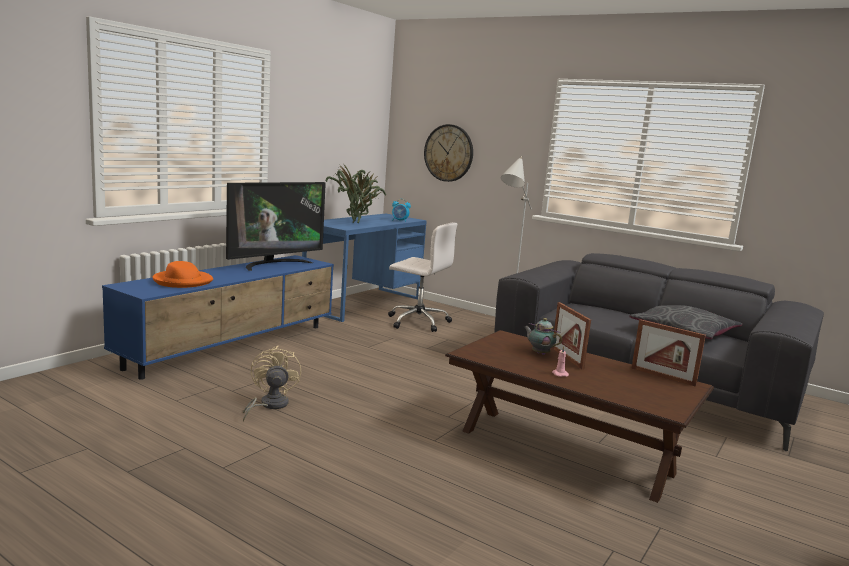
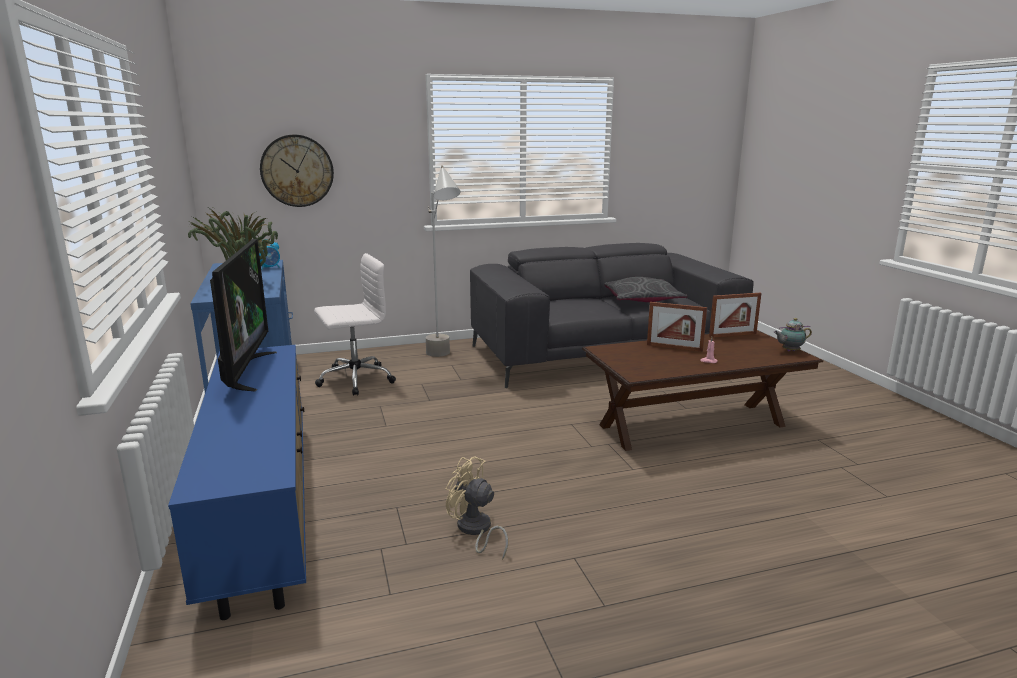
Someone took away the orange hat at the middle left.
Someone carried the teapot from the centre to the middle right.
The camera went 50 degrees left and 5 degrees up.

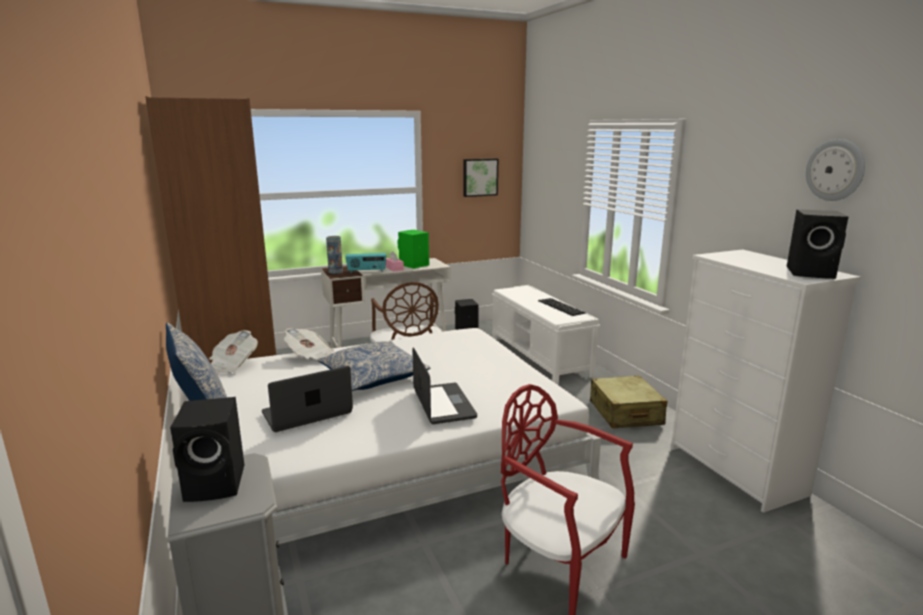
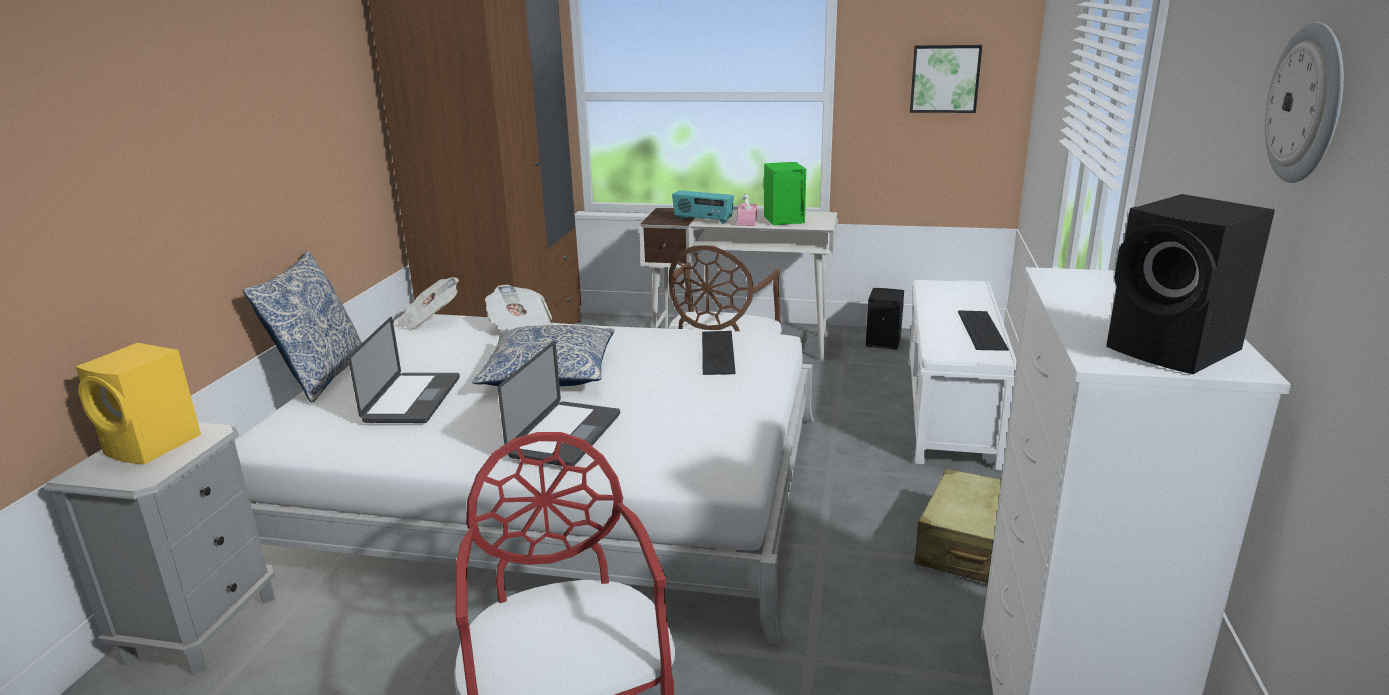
Someone took away the vase at the centre.
Someone rotated the laptop (no. 1 from left) at the middle left by 90 degrees clockwise.
Someone repainted the black speaker (no. 1 from left) at the bottom left, which became the yellow speaker at the middle left.
Someone put down the keyboard (no. 1 from left) at the centre.
The camera went 35 degrees right and 5 degrees up.

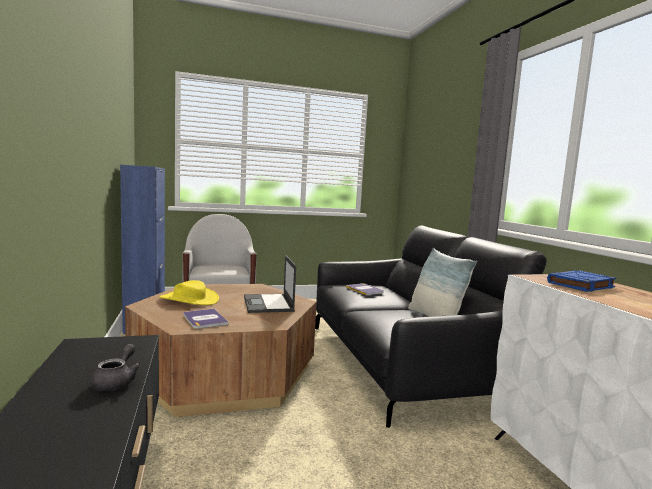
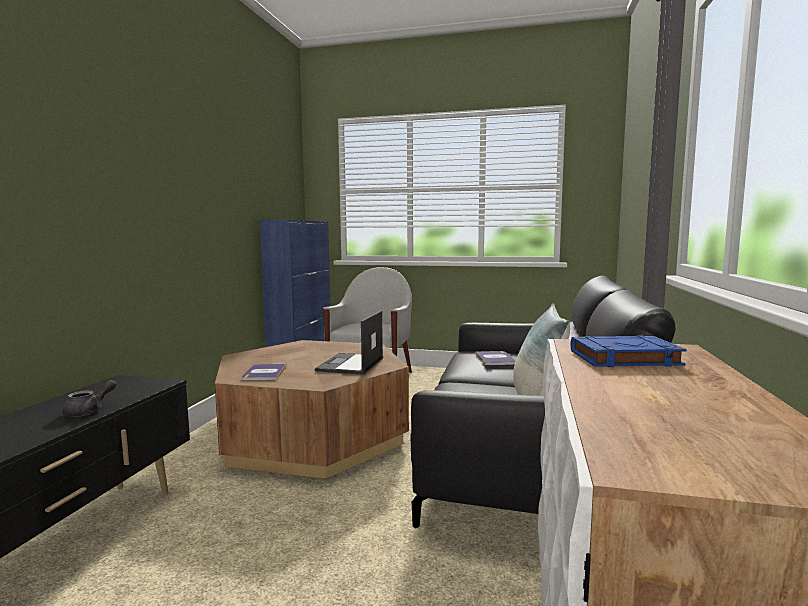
Someone took away the yellow hat at the middle left.
The camera went 30 degrees right and 0 degrees up.

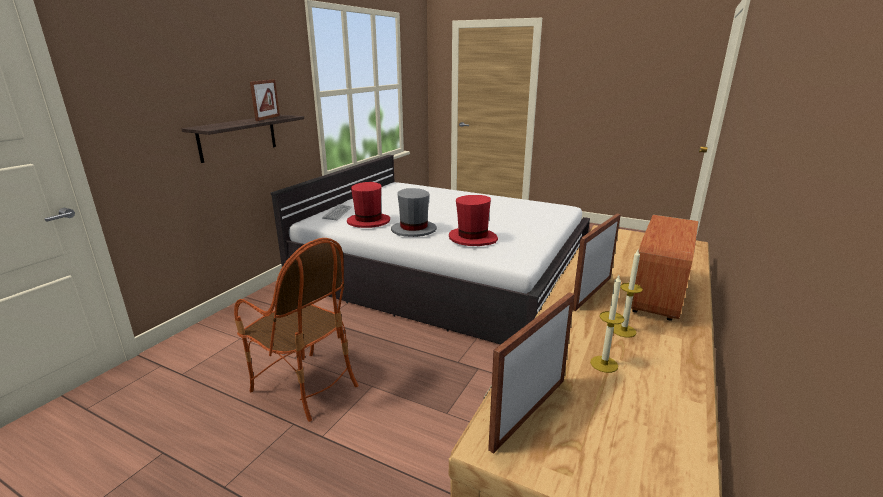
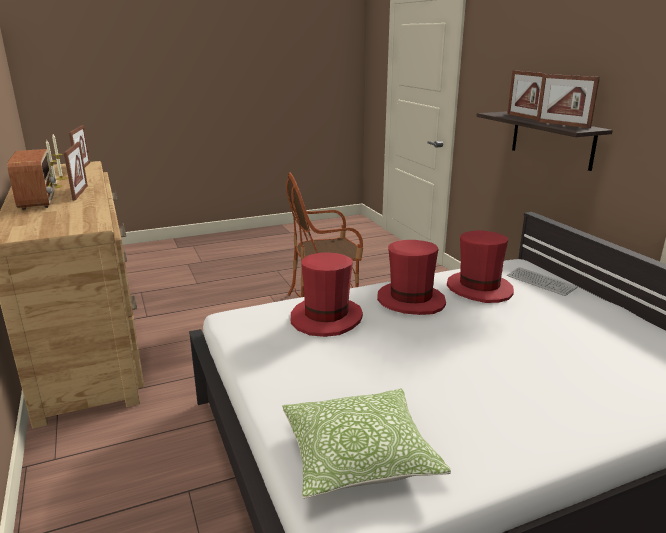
Someone repainted the grey hat at the centre, which became the red hat (no. 2 from left) at the centre.
Someone put down the picture frame (no. 3 from left) at the top right.
Someone put down the pillow at the bottom centre.
The camera went 130 degrees right and 0 degrees up.

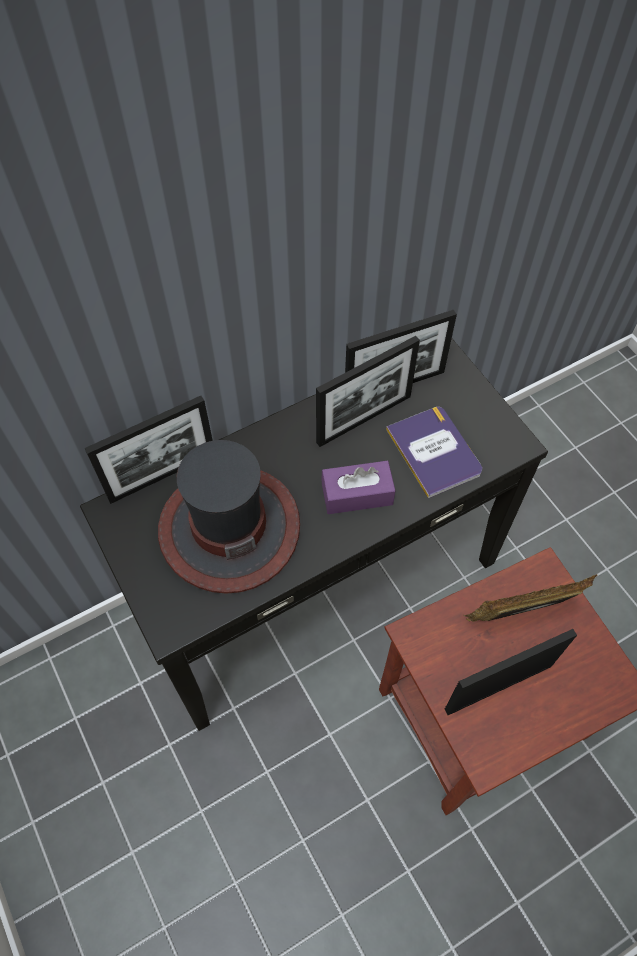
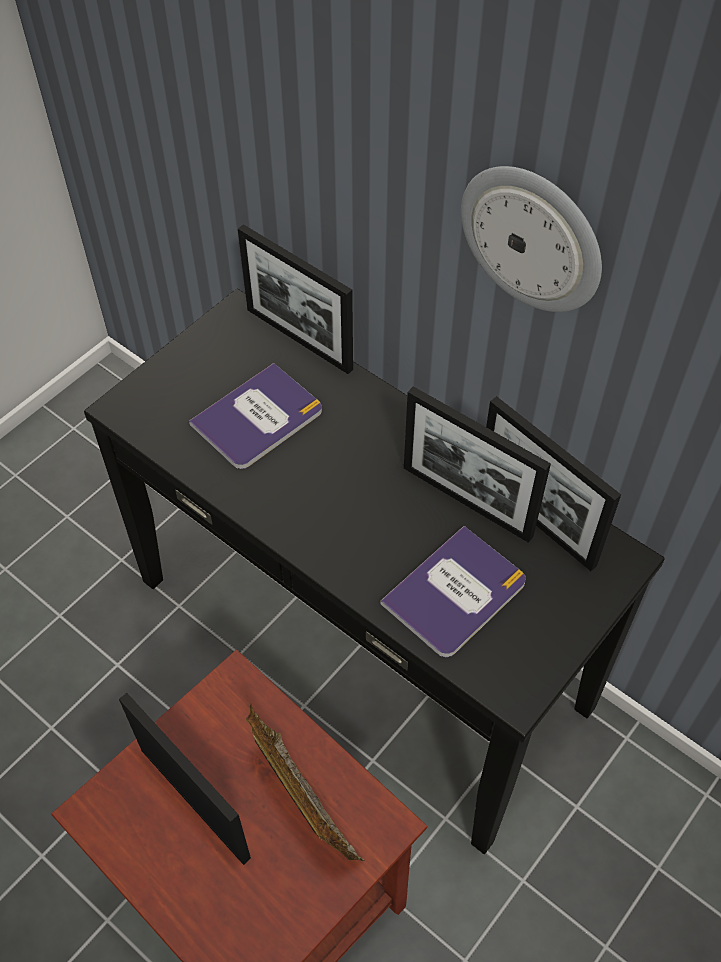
Someone swapped the hat at the centre for the book (no. 1 from left) at the centre.
Someone took away the purple tissue box at the centre.
Someone put up the wall clock at the top right.
The camera went 70 degrees right and 5 degrees down.

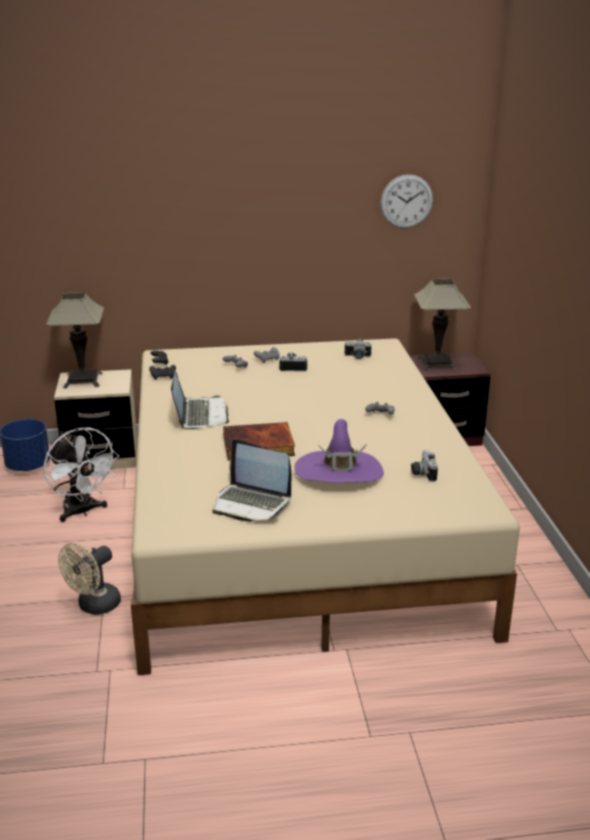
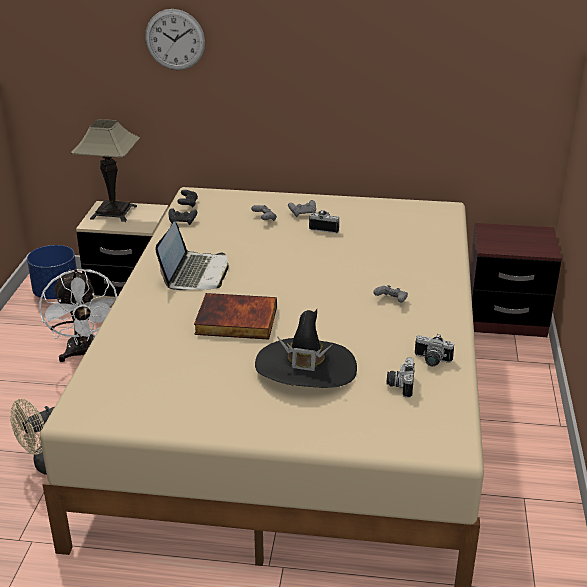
Someone carried the wall clock from the top right to the top left.
Someone took away the table lamp (no. 2 from left) at the middle right.
Someone carried the photo camera (no. 2 from left in the first image) from the centre to the middle right.
Someone repainted the purple hat at the centre, which became the black hat at the centre.
Someone took away the laptop (no. 2 from left) at the centre.
The camera went 15 degrees right and 5 degrees up.

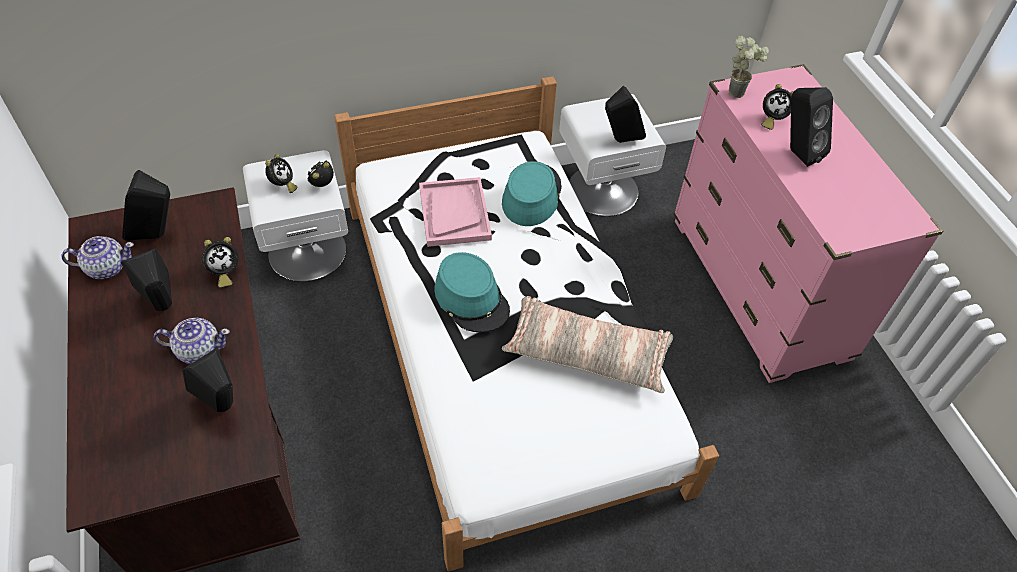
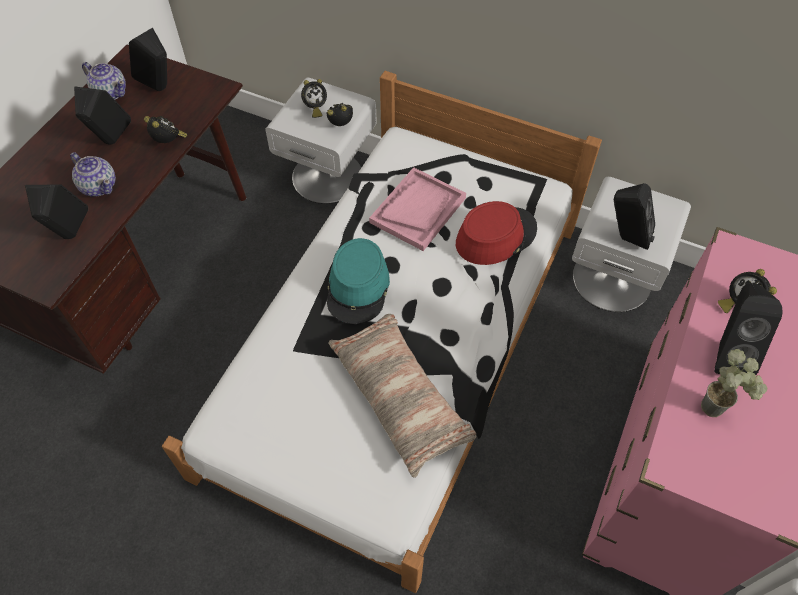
Someone carried the potted plant from the top right to the middle right.
Someone repainted the turquoise hat (no. 2 from left) at the centre, which became the red hat at the centre.
Someone rotated the alarm clock (no. 1 from left) at the middle left by 150 degrees counterclockwise.
The camera went 45 degrees right and 5 degrees up.

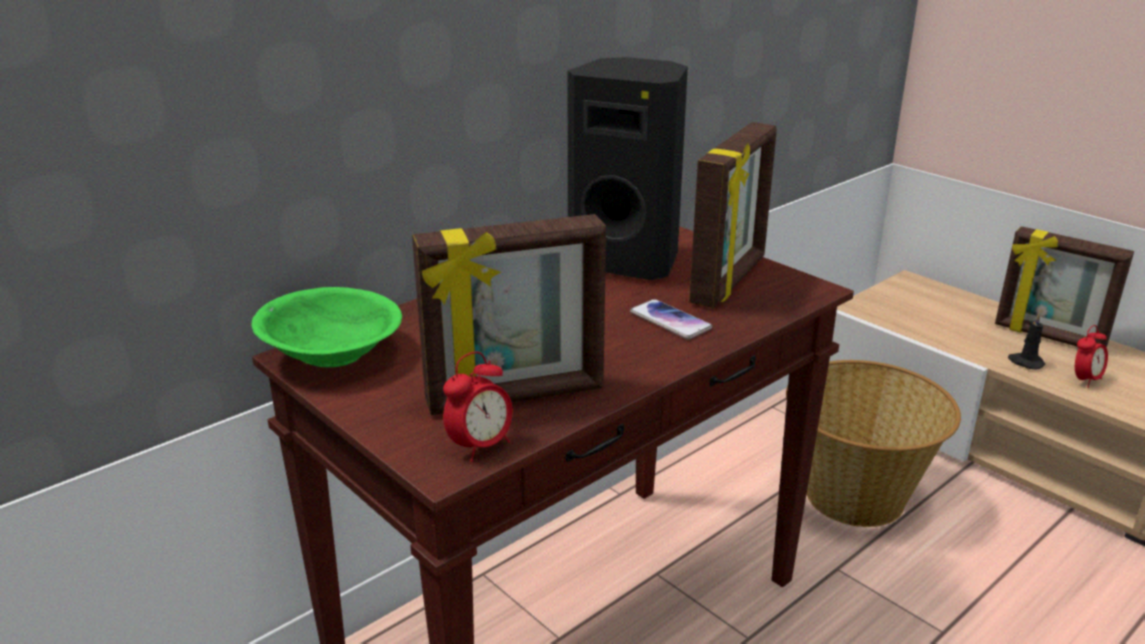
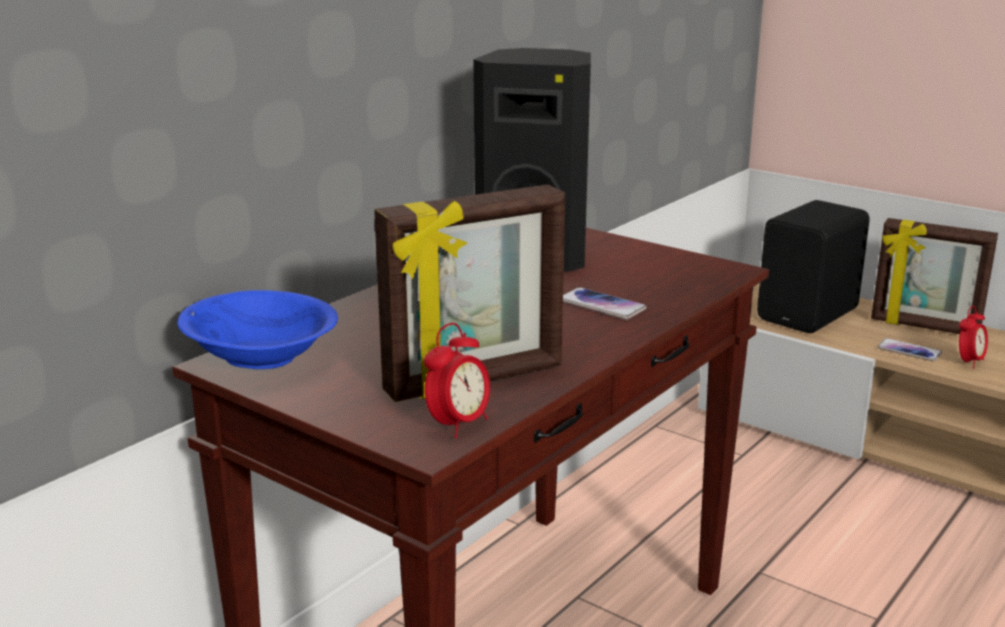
Someone took away the picture frame (no. 2 from left) at the centre.
Someone repainted the green bowl at the middle left, which became the blue bowl at the middle left.
Someone swapped the black candle at the middle right for the phone (no. 2 from left) at the middle right.
Someone took away the basket at the bottom right.
Someone put down the black speaker (no. 2 from left) at the middle right.
The camera went 10 degrees left and 5 degrees down.

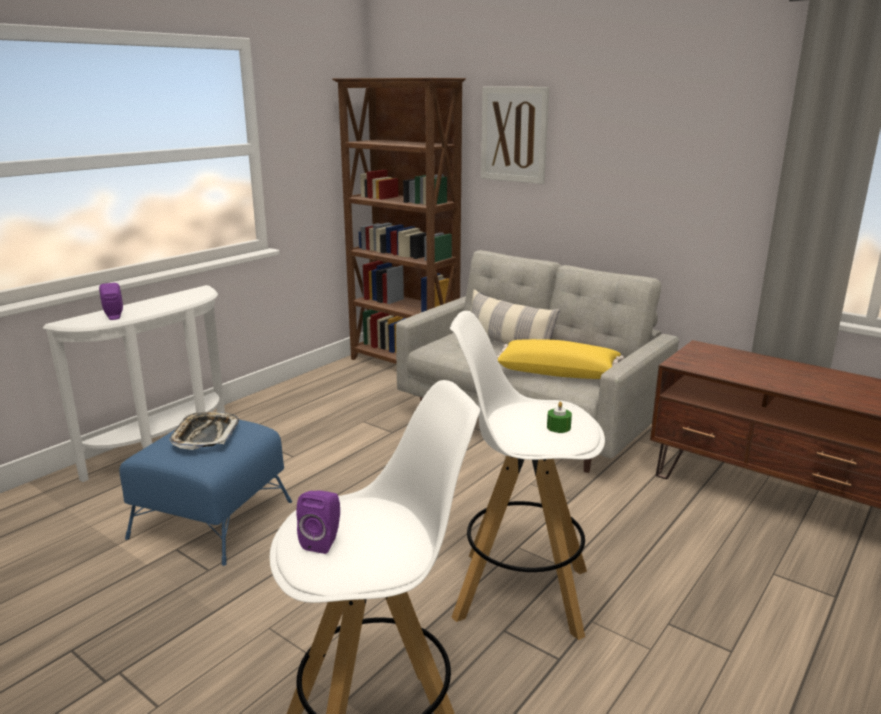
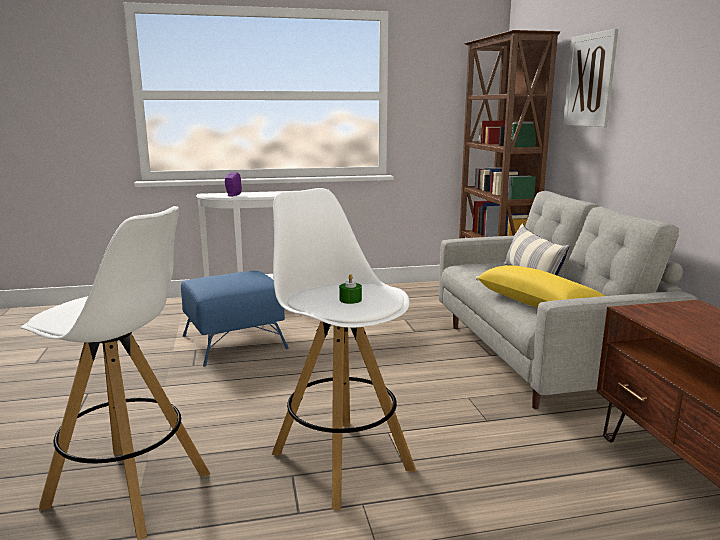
Someone took away the tray at the middle left.
Someone took away the purple speaker (no. 2 from left) at the bottom centre.
The camera went 40 degrees right and 5 degrees down.

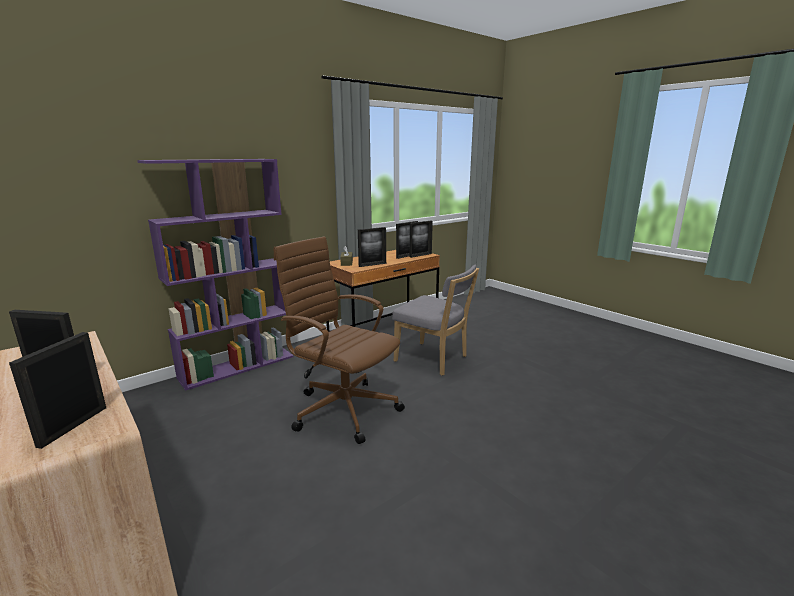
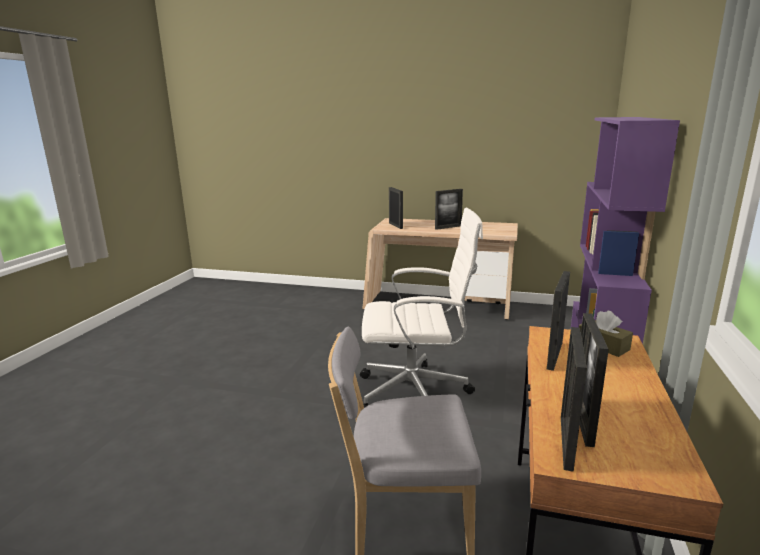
Someone repainted the brown office chair at the centre, which became the white office chair at the centre.
The camera went 145 degrees right and 0 degrees up.

